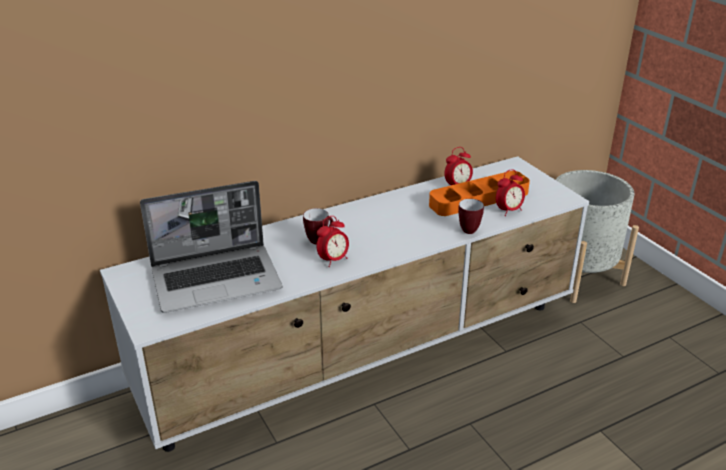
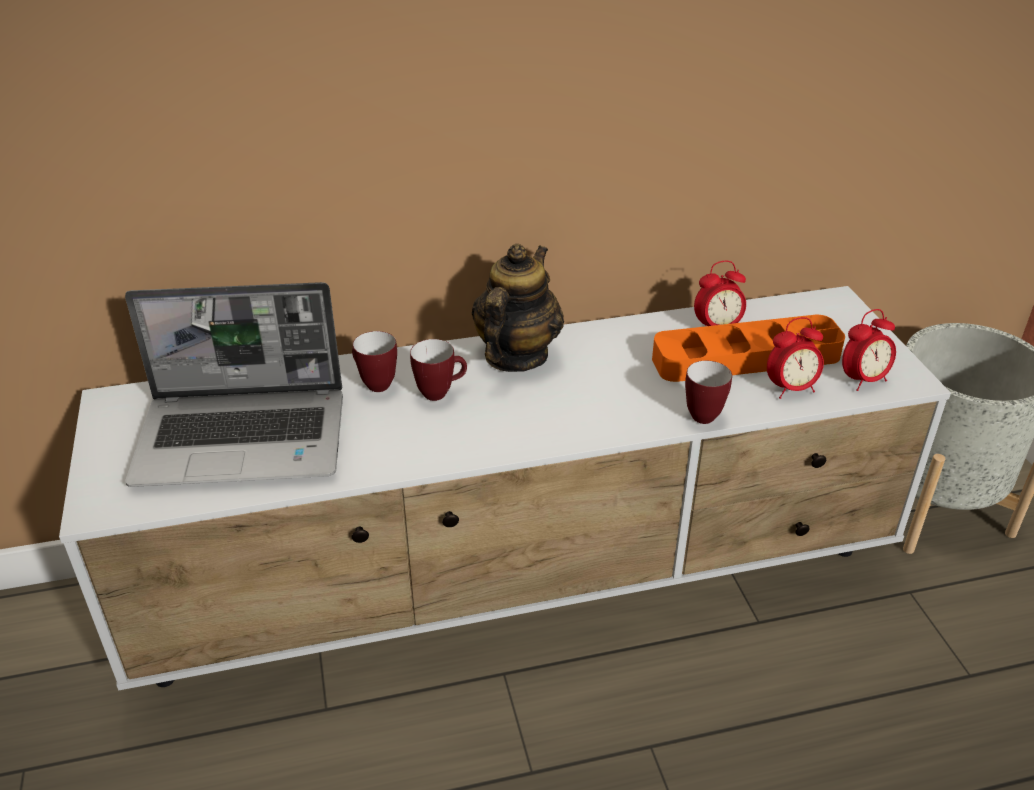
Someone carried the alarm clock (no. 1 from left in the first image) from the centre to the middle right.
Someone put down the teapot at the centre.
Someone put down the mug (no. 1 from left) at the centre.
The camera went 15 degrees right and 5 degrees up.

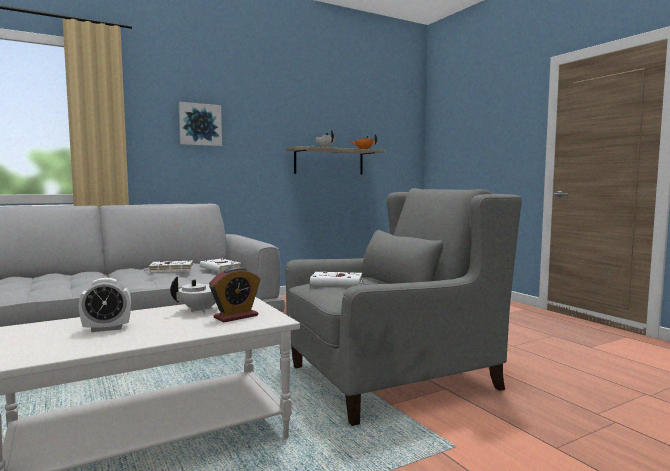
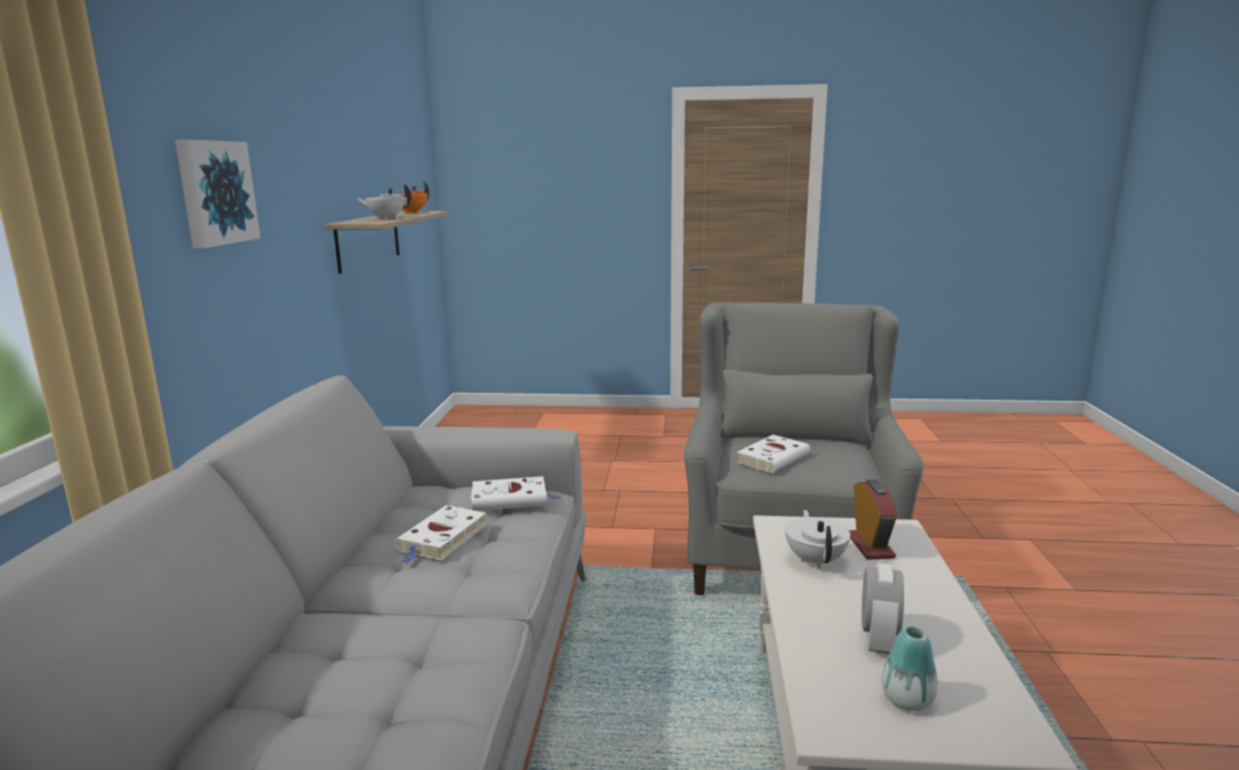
Someone put down the vase at the bottom right.
The camera went 55 degrees left and 10 degrees up.

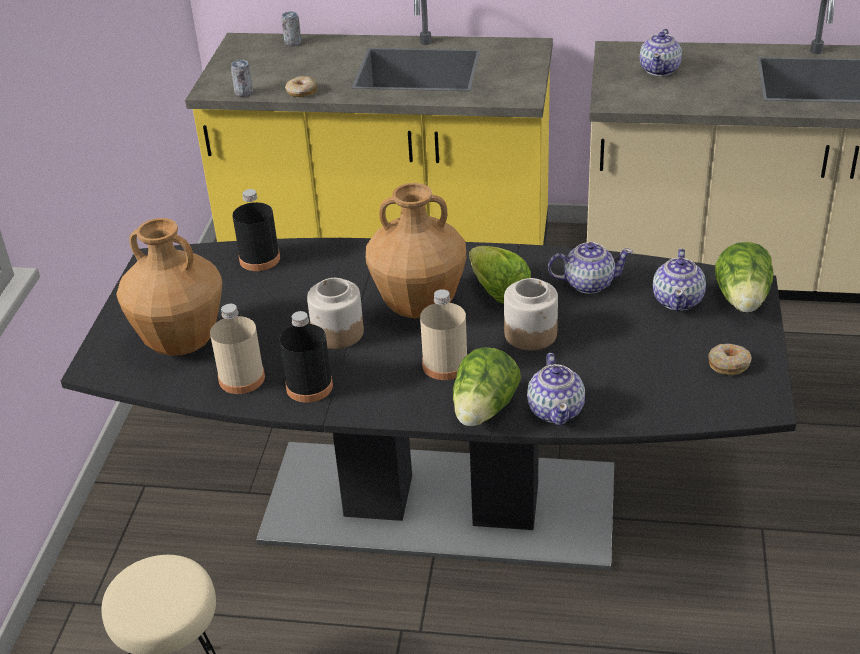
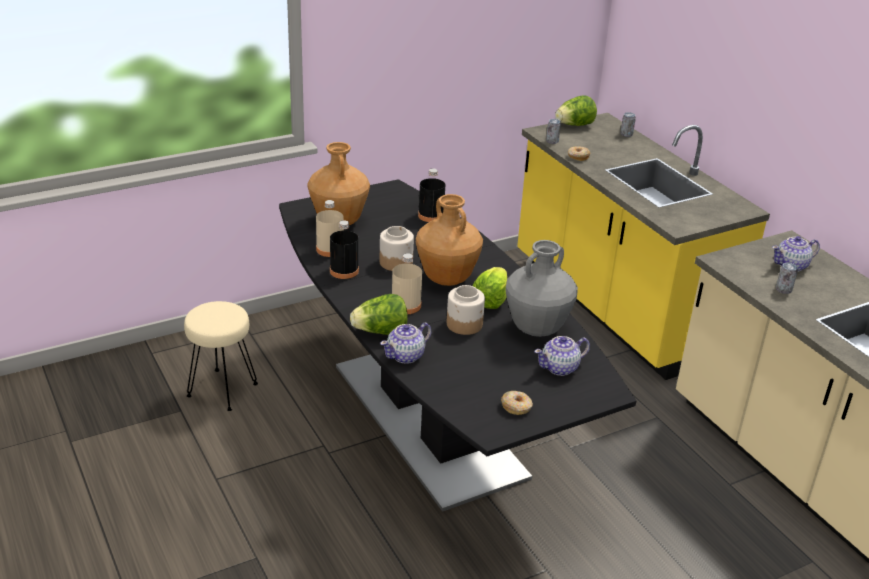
Someone swapped the teapot (no. 2 from left) at the middle right for the grey vase at the centre.
Someone carried the lettuce (no. 3 from left) from the middle right to the top centre.
Someone put down the can (no. 3 from left) at the middle right.
The camera went 50 degrees right and 5 degrees down.

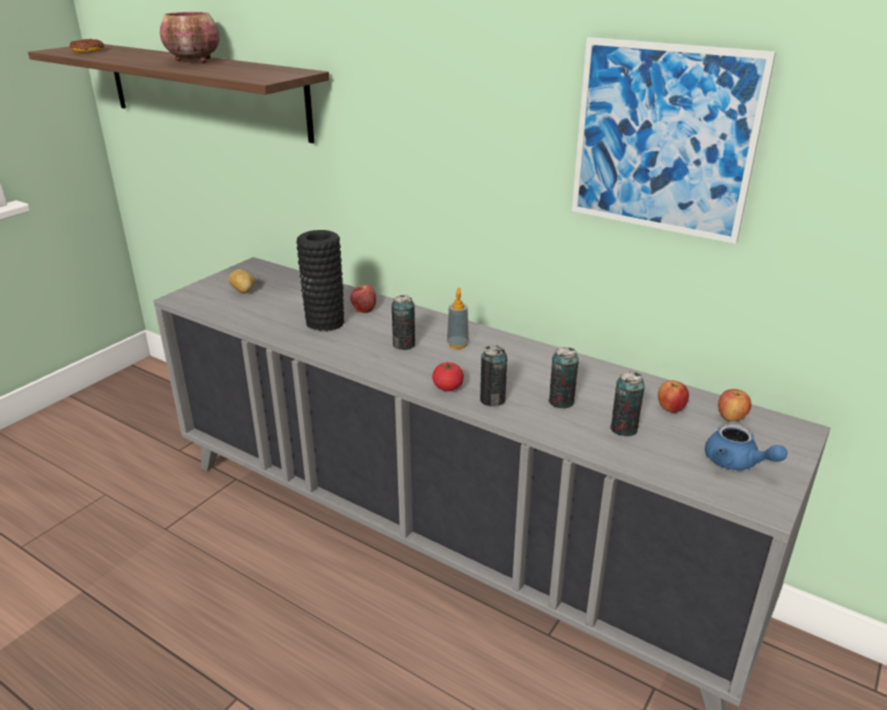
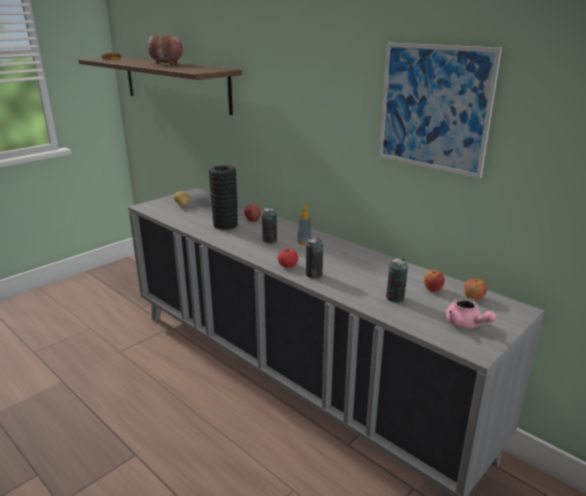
Someone took away the can (no. 3 from left) at the centre.
Someone repainted the blue teapot at the middle right, which became the pink teapot at the middle right.
The camera went 10 degrees right and 5 degrees down.

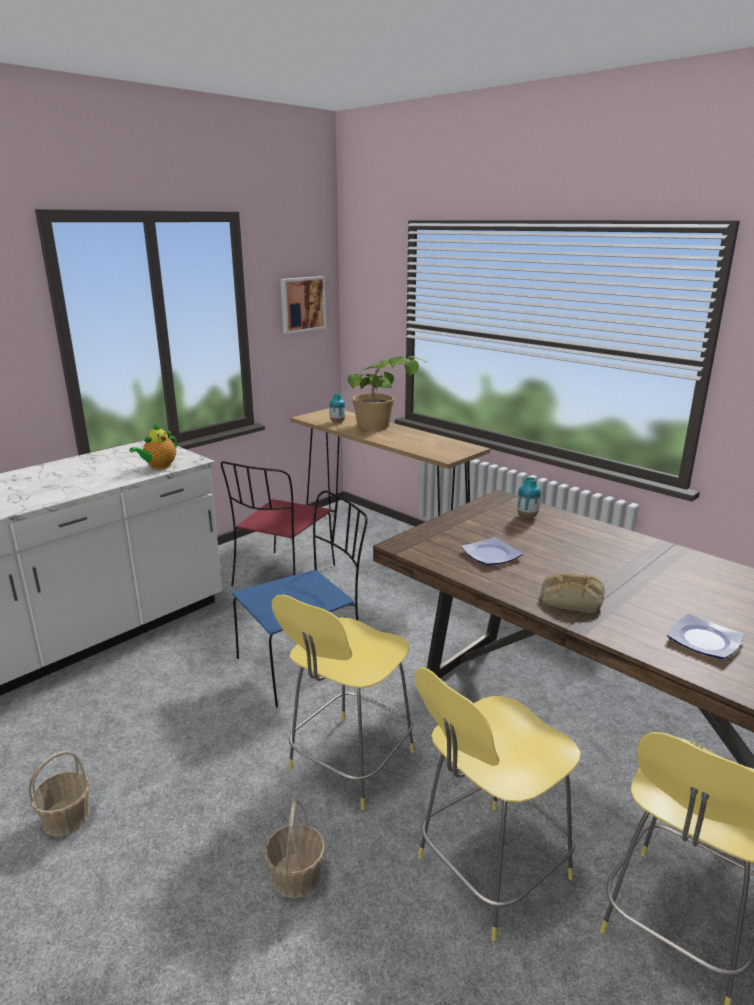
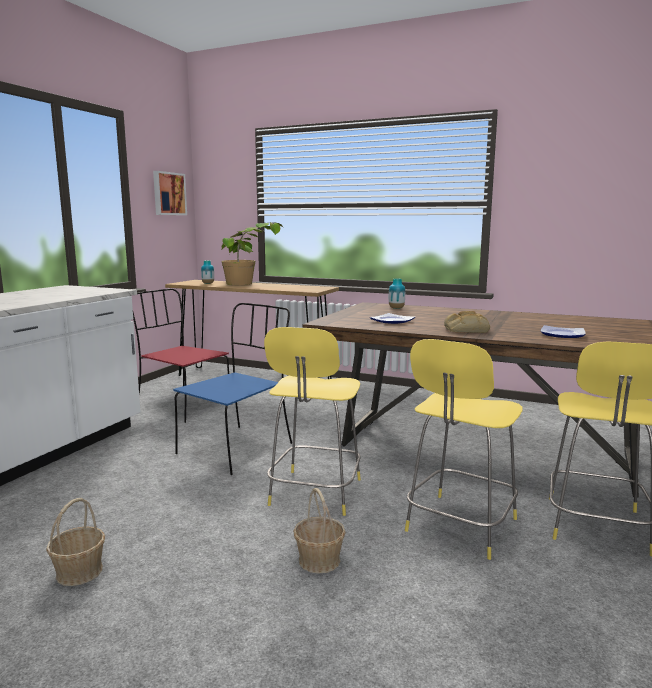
Someone took away the teapot at the middle left.
Someone rotated the red chair at the centre by 120 degrees clockwise.
The camera went 20 degrees left and 10 degrees down.

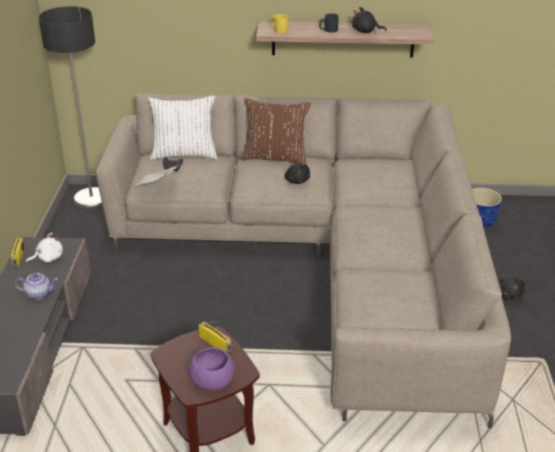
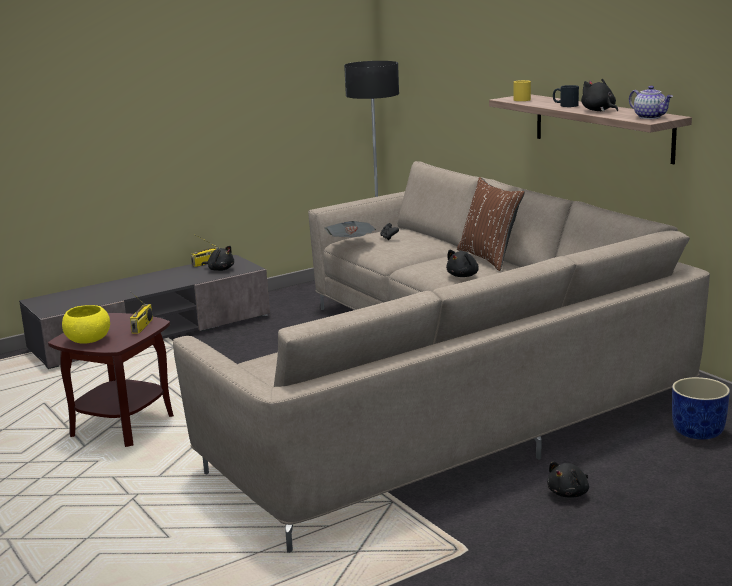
Someone took away the white pillow at the top left.
Someone repainted the white plush toy at the middle left, which became the black plush toy (no. 1 from left) at the middle left.
Someone carried the teapot from the middle left to the top right.
Someone repainted the purple bowl at the bottom centre, which became the yellow bowl at the middle left.
The camera went 55 degrees right and 15 degrees down.

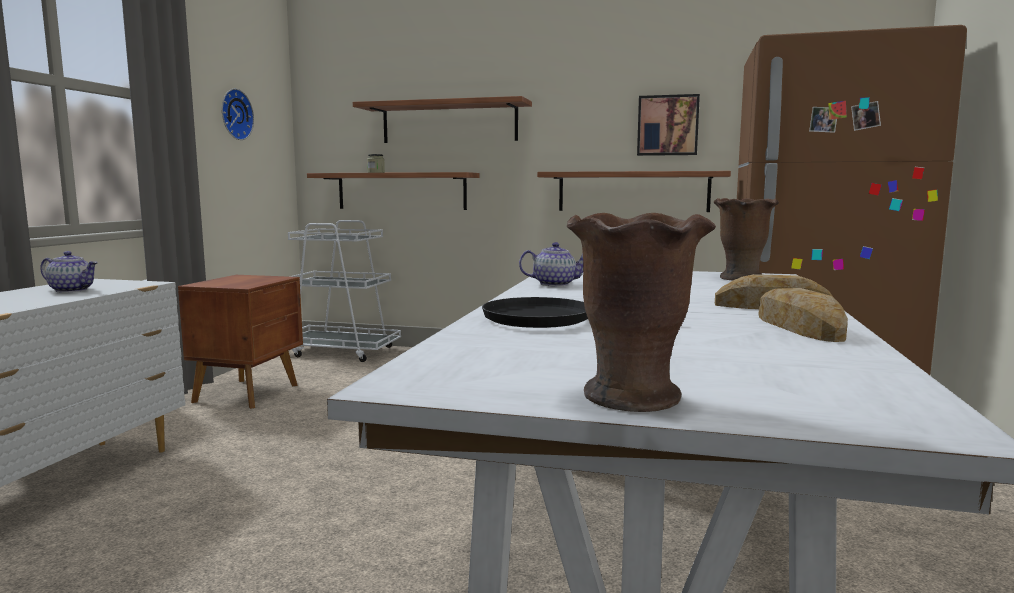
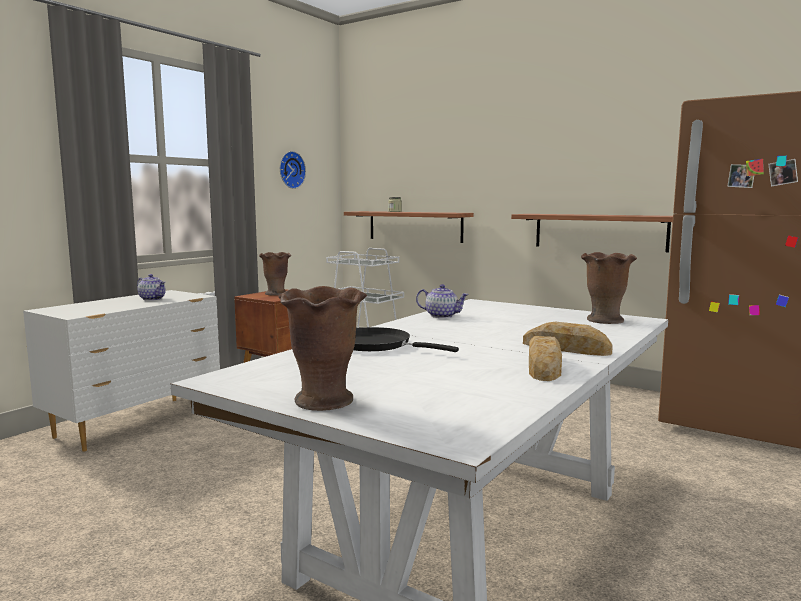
Someone took away the picture at the top centre.
Someone took away the shelf (no. 2 from left) at the top centre.
Someone put down the brown vase (no. 1 from left) at the centre.
The camera went 20 degrees right and 0 degrees up.

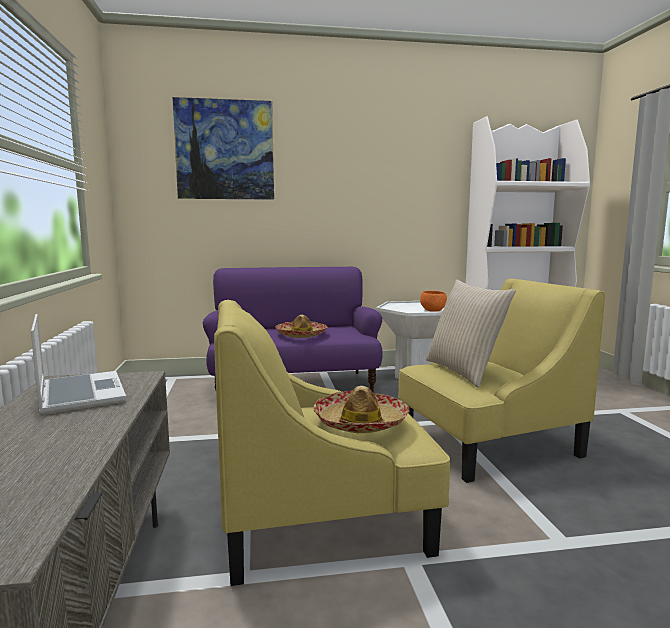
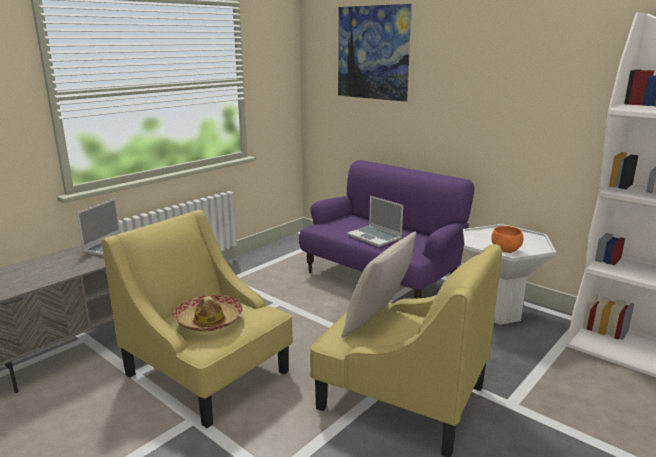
Someone swapped the hat (no. 1 from left) at the centre for the laptop (no. 2 from left) at the centre.
The camera went 50 degrees right and 10 degrees up.

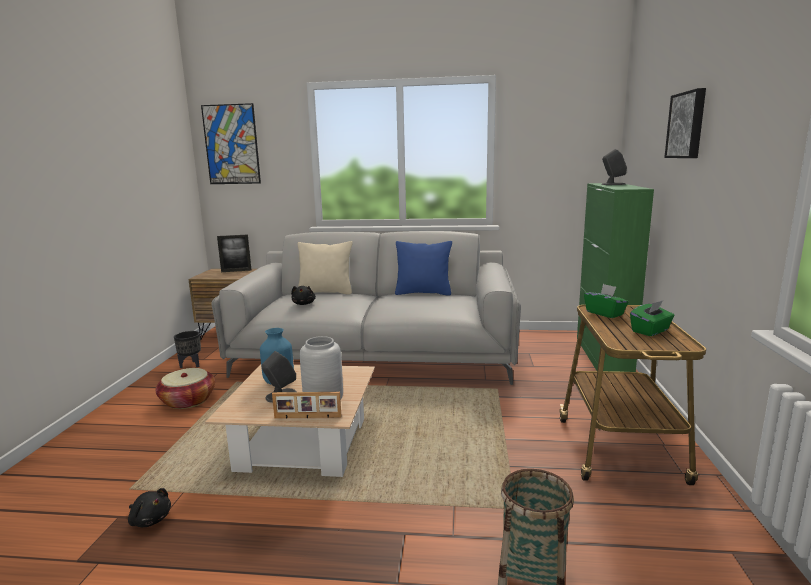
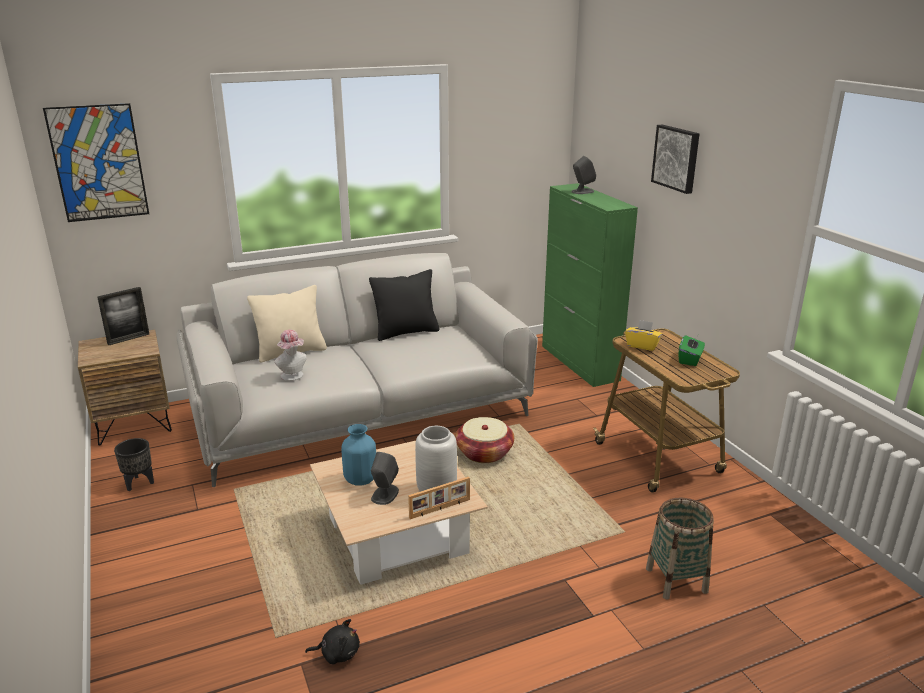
Someone repainted the blue pillow at the centre, which became the black pillow at the centre.
Someone repainted the green tissue box (no. 1 from left) at the middle right, which became the yellow tissue box at the middle right.
Someone swapped the black plush toy (no. 2 from left) at the centre for the hat at the middle left.
Someone carried the basket (no. 1 from left) from the middle left to the centre.
The camera went 30 degrees left and 10 degrees up.

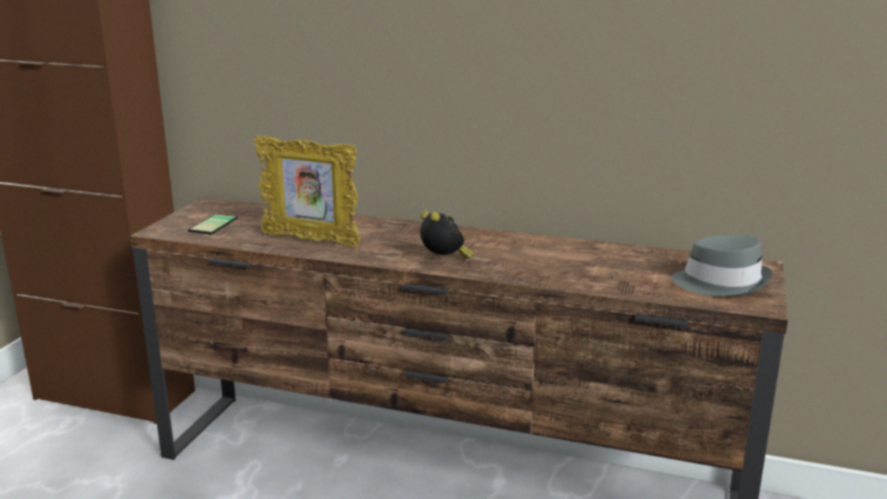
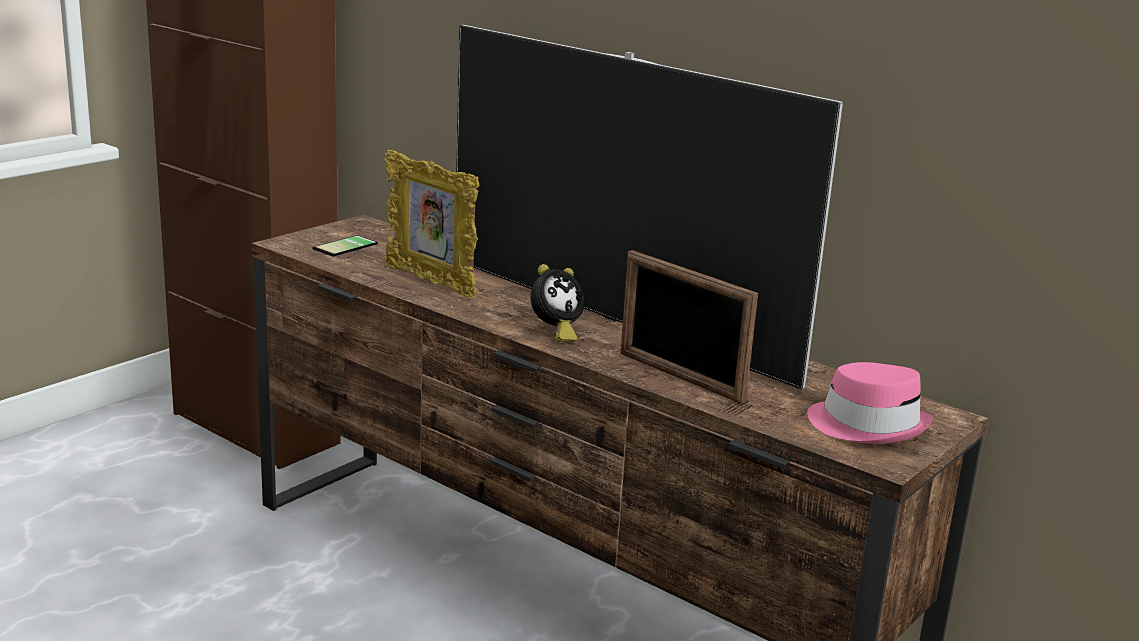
Someone rotated the alarm clock at the centre by 60 degrees clockwise.
Someone repainted the grey hat at the middle right, which became the pink hat at the middle right.
Someone put down the television at the top centre.
Someone put down the picture frame (no. 2 from left) at the centre.
The camera went 20 degrees right and 0 degrees up.

